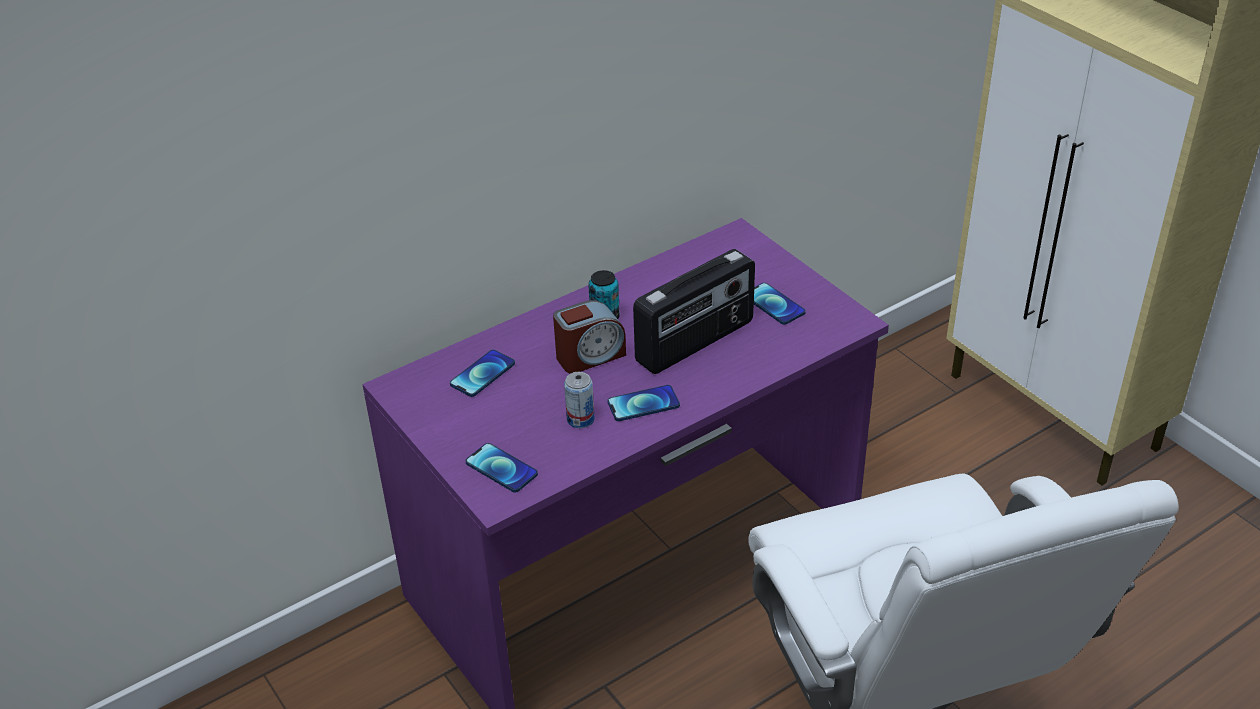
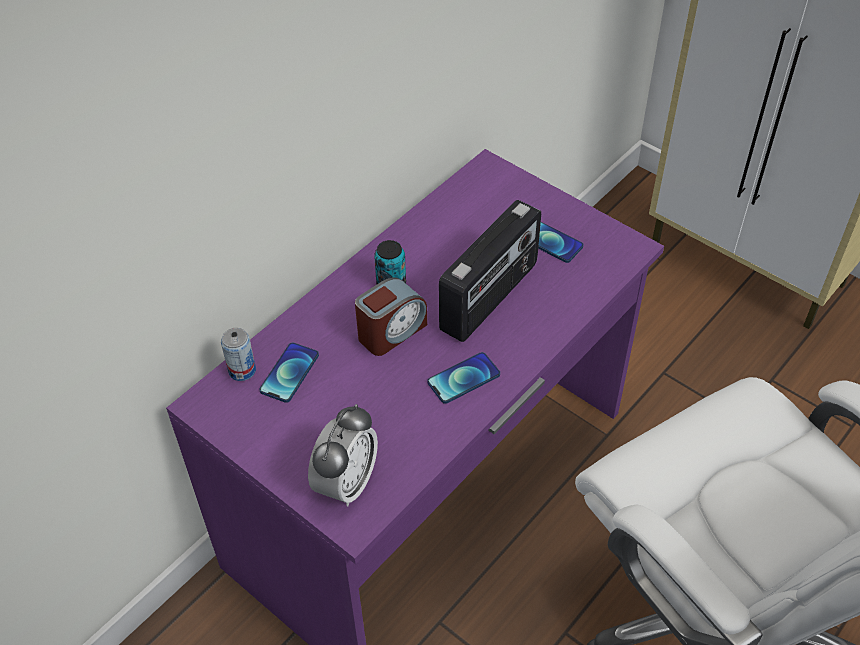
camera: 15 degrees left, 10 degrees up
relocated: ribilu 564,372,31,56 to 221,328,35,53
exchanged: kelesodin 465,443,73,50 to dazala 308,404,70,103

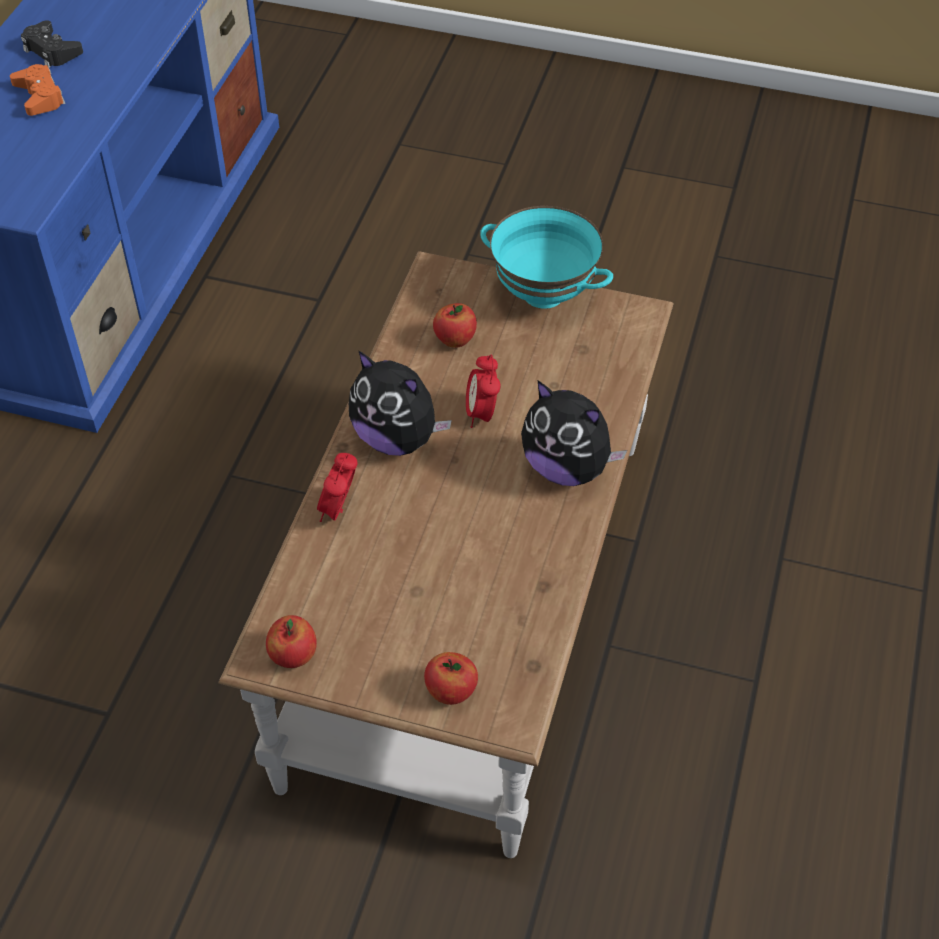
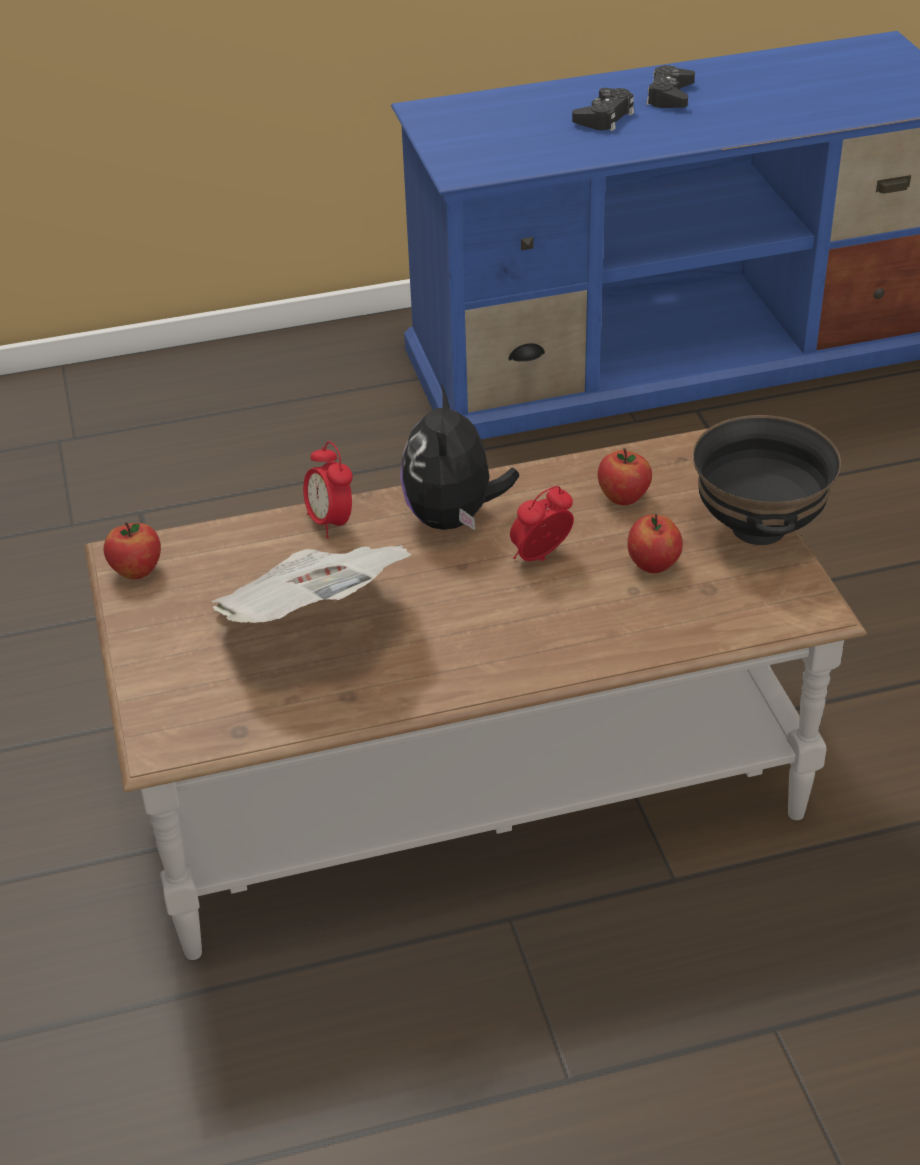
camera: 60 degrees right, 10 degrees down
missing: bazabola 521,381,106,105
appeared: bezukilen 211,545,200,78
relocated: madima 424,652,54,53 to 627,514,56,59
colour: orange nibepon 10,64,55,52 to black nibepon 572,88,62,43; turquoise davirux 480,206,133,103 to black davirux 693,415,148,130
spun: dazala 317,453,41,69 = 303,441,50,97 105 degrees counterclockwise

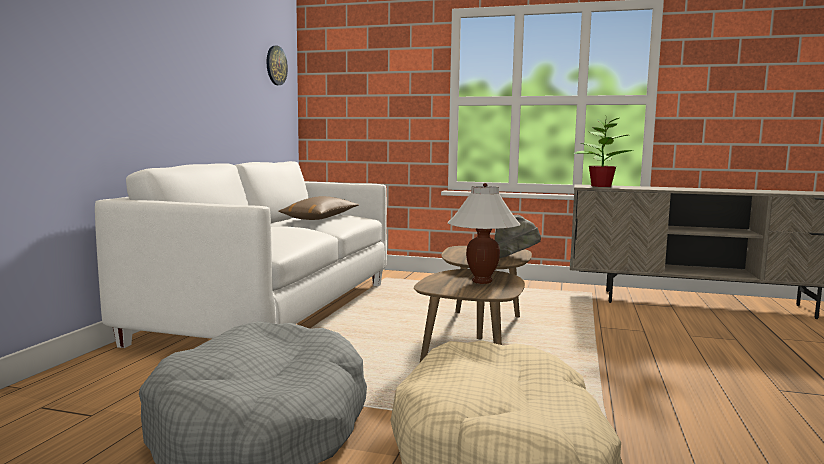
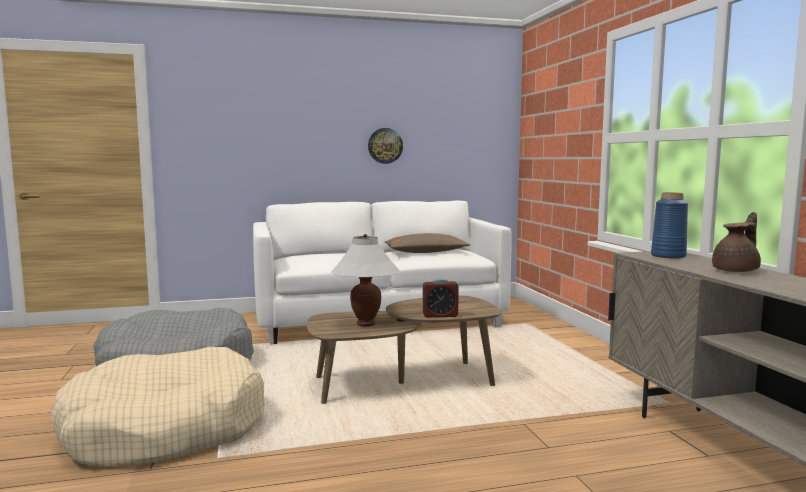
camera: 60 degrees right, 0 degrees up
appeared: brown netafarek 712,212,49,60
relocated: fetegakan 267,46,21,39 to 368,128,35,36
exchanged: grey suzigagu 494,215,47,43 to dazala 422,278,37,40; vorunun 573,118,61,69 to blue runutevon 651,192,37,67

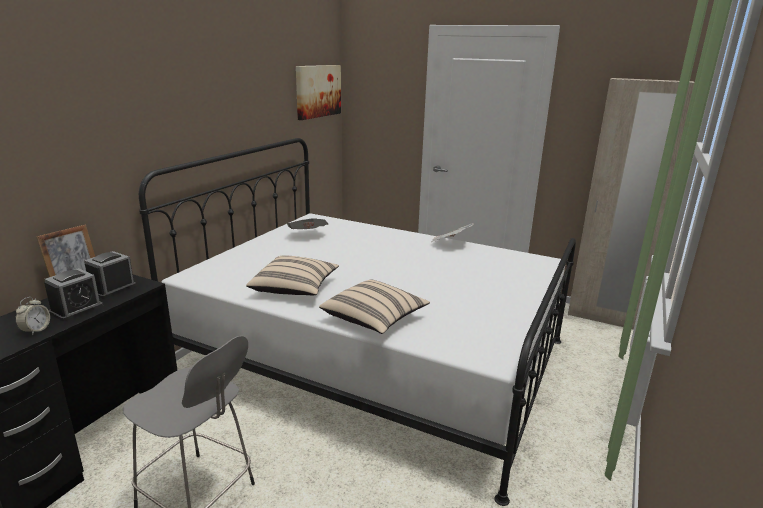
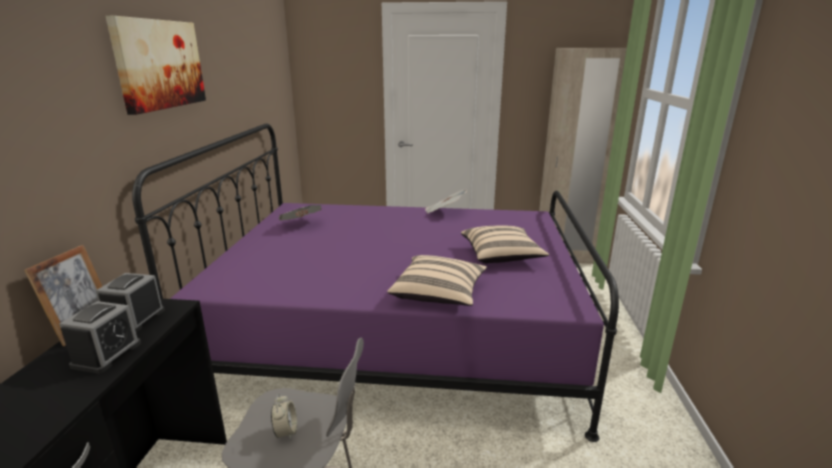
camera: 20 degrees left, 0 degrees up
relocated: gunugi 296,65,45,55 to 106,16,100,99; dazala 15,297,35,39 to 271,394,26,46; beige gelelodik 246,256,93,39 to 461,226,88,38
colour: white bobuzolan 139,138,437,368 to purple bobuzolan 132,124,487,318

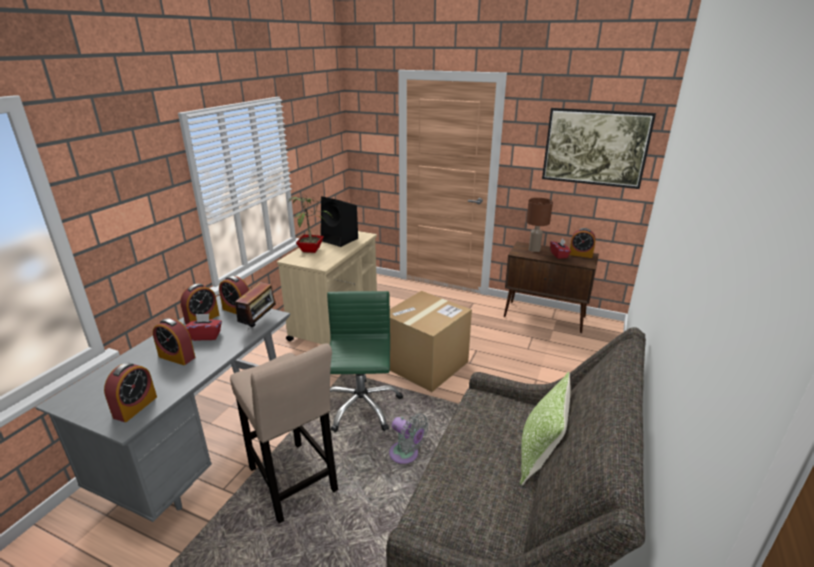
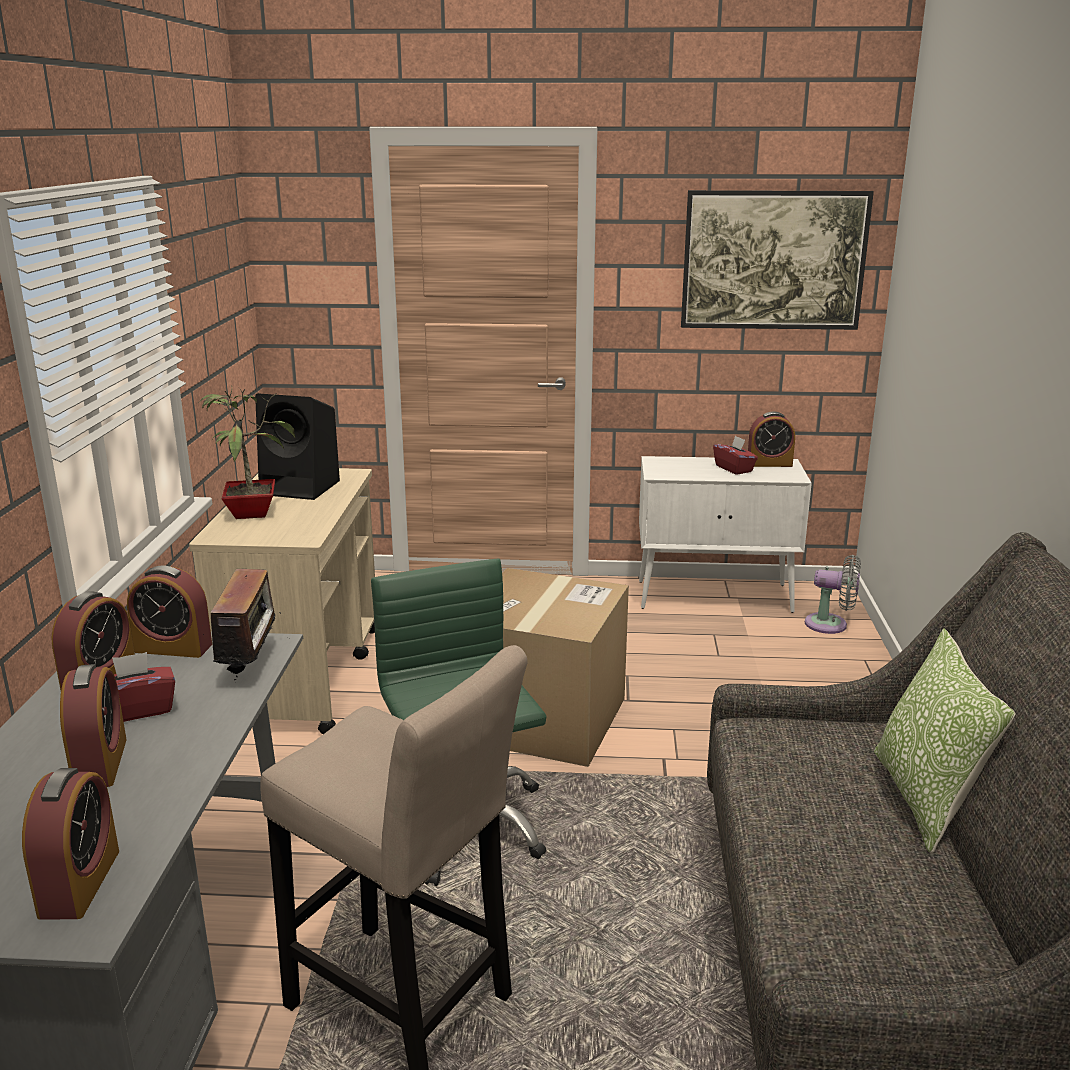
camera: 20 degrees left, 5 degrees down
missing: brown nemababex 526,198,27,54
relocated: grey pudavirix 389,413,40,51 to 805,555,56,79
colour: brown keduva 504,242,95,91 to white keduva 639,456,173,157
spun: dazala 153,318,42,47 = 60,664,67,123 105 degrees counterclockwise

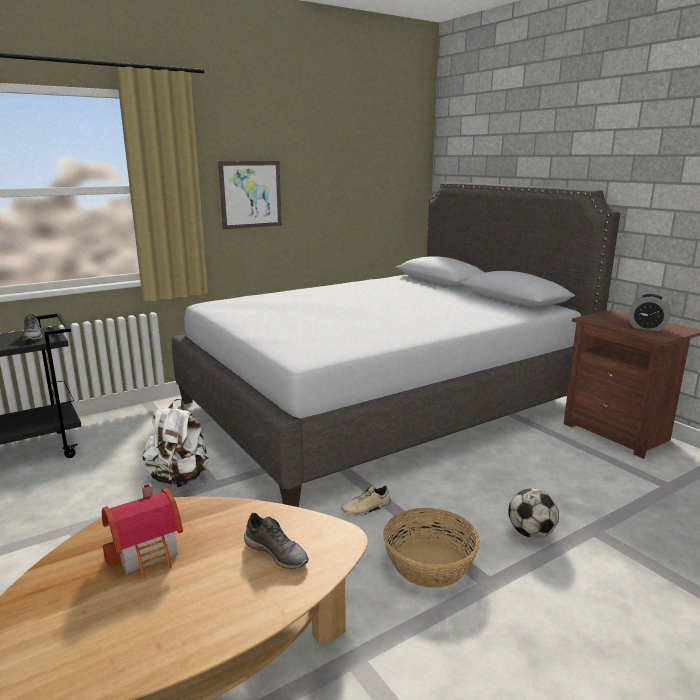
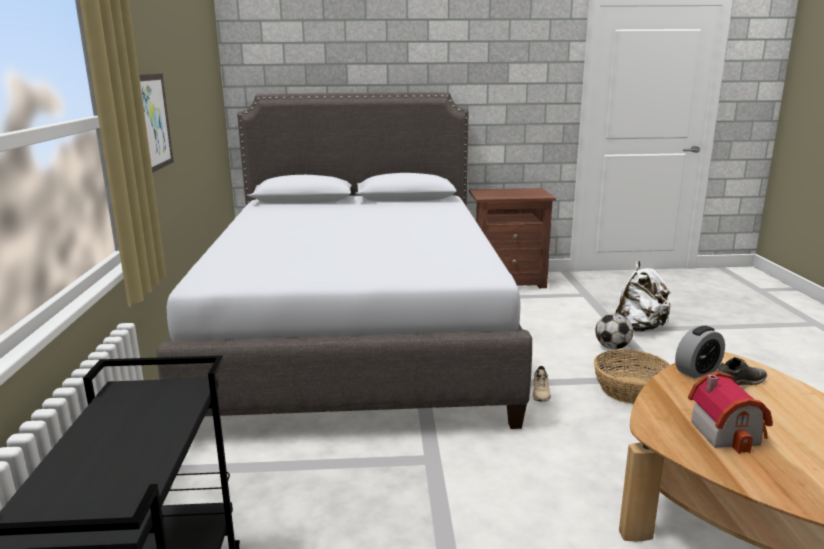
camera: 60 degrees left, 0 degrees up
missing: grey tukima 23,314,19,27
relocated: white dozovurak 143,398,66,89 to 616,261,55,70; dazala 628,294,43,37 to 675,326,50,53

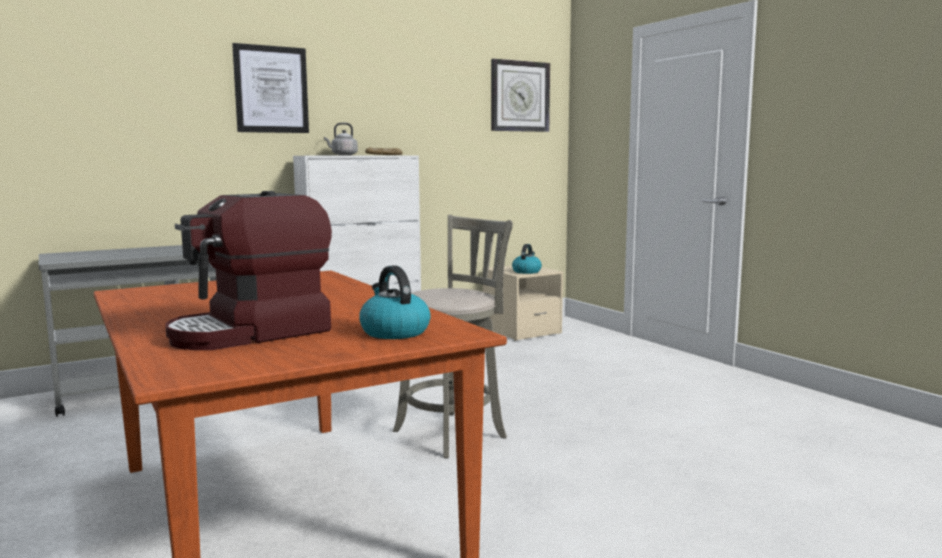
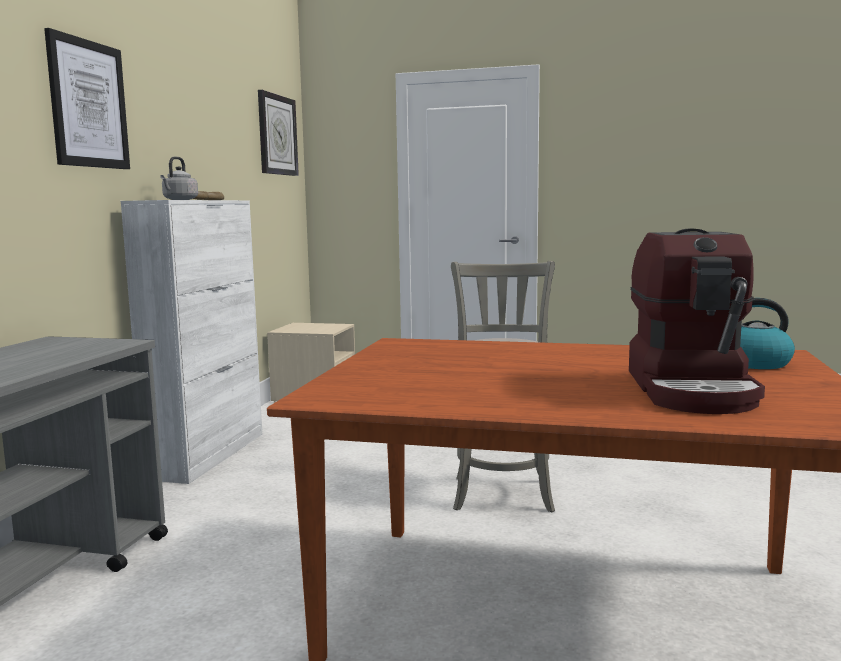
camera: 45 degrees left, 0 degrees up
missing: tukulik 512,244,30,30

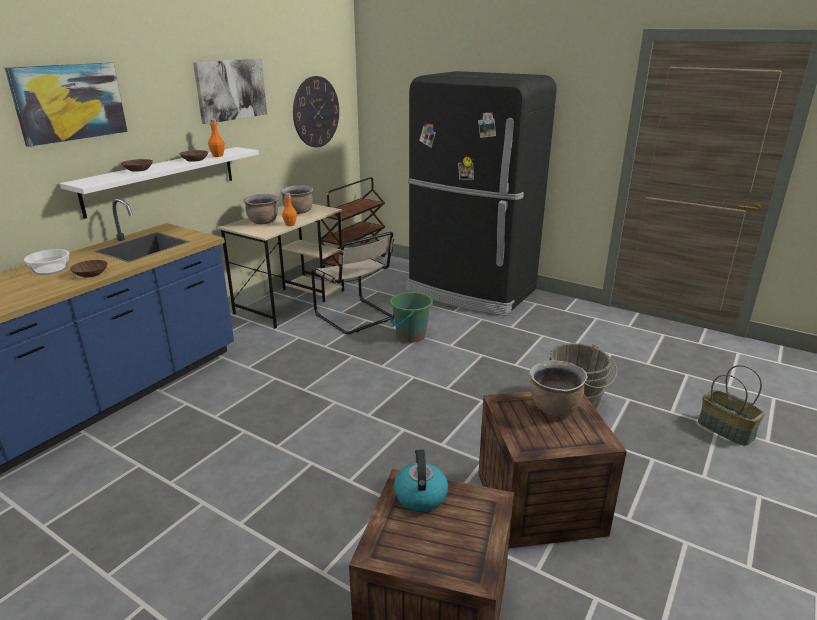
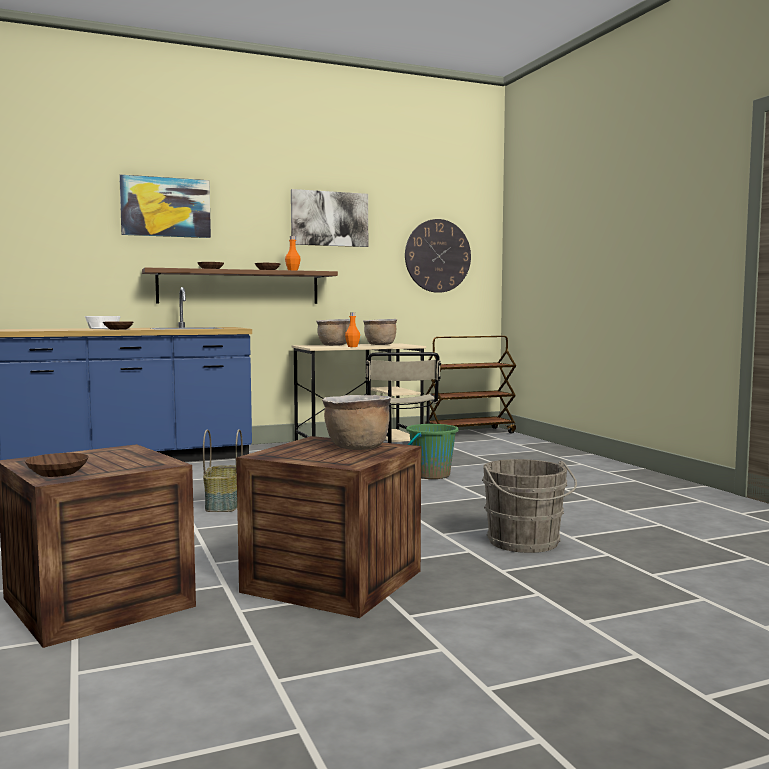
camera: 35 degrees right, 20 degrees down
missing: tukulik 394,449,54,63; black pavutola 405,71,152,245
appeared: brown davirux 25,453,64,24
relocated: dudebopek 698,365,67,81 to 203,429,40,83
colour: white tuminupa 60,147,199,72 to brown tuminupa 142,267,196,37

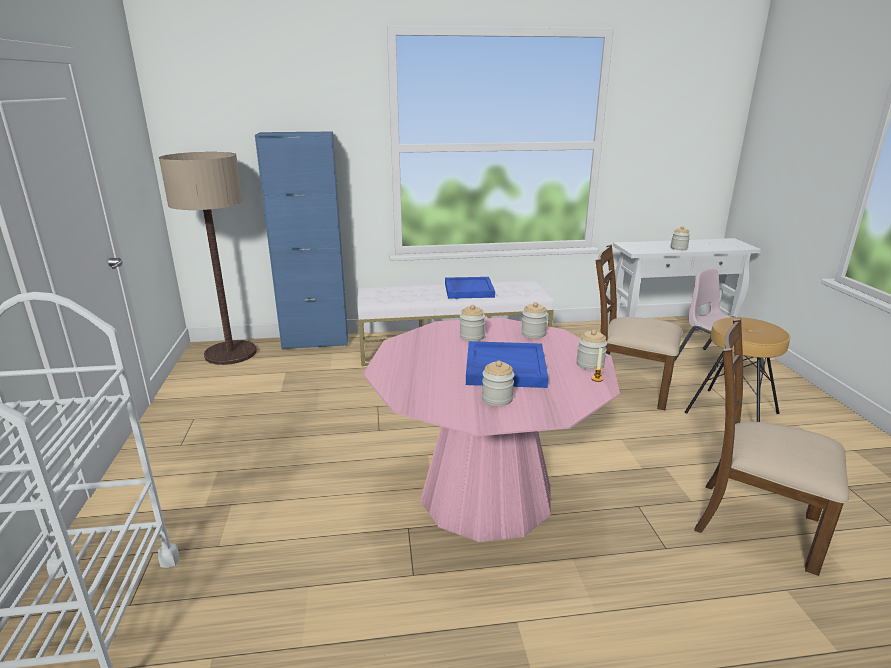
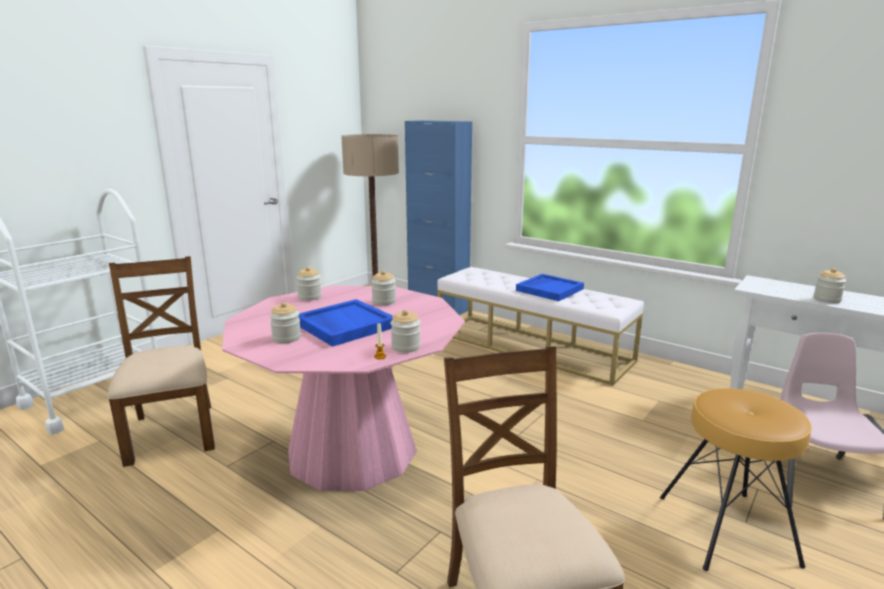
camera: 45 degrees right, 5 degrees down
relocated: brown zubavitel 596,244,86,166 to 107,256,108,211; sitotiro 521,302,27,37 to 296,267,26,34

